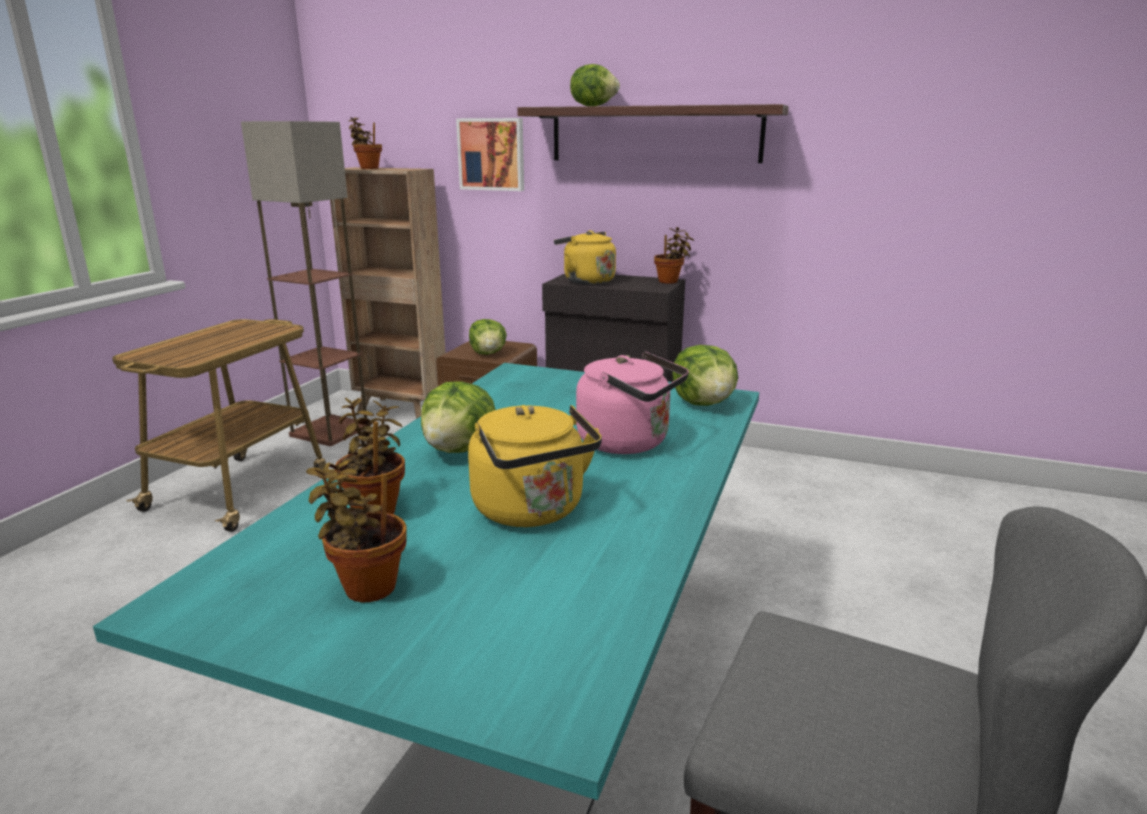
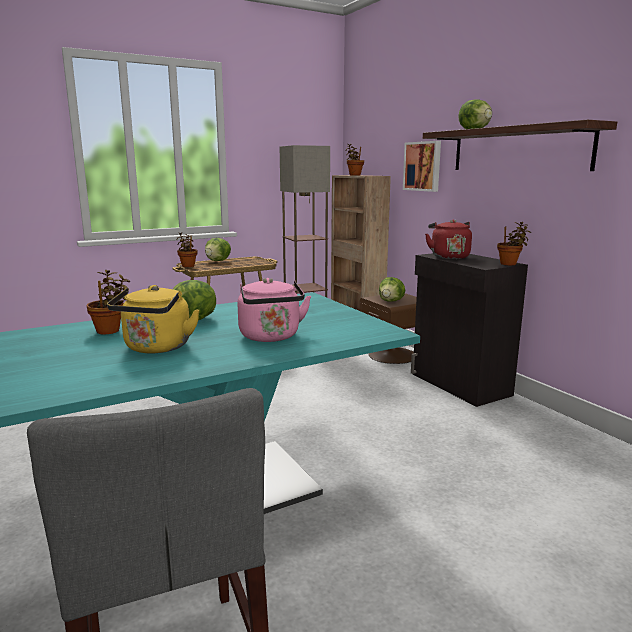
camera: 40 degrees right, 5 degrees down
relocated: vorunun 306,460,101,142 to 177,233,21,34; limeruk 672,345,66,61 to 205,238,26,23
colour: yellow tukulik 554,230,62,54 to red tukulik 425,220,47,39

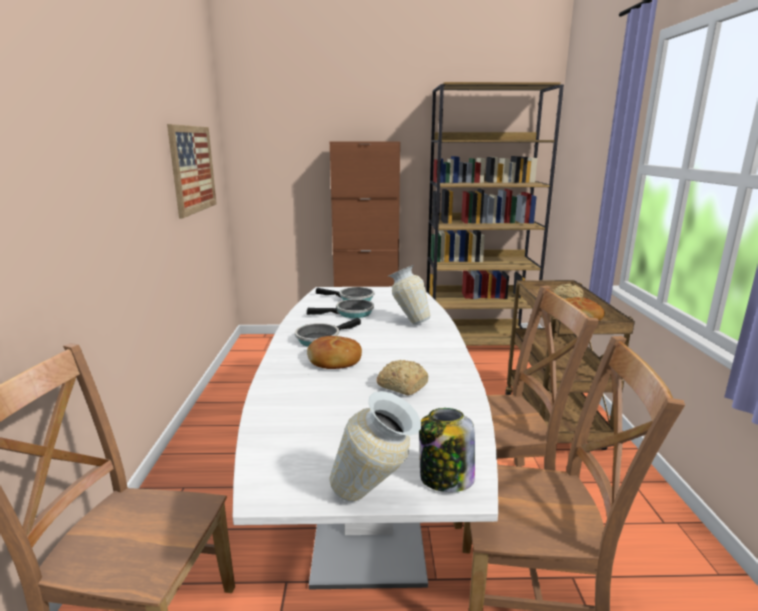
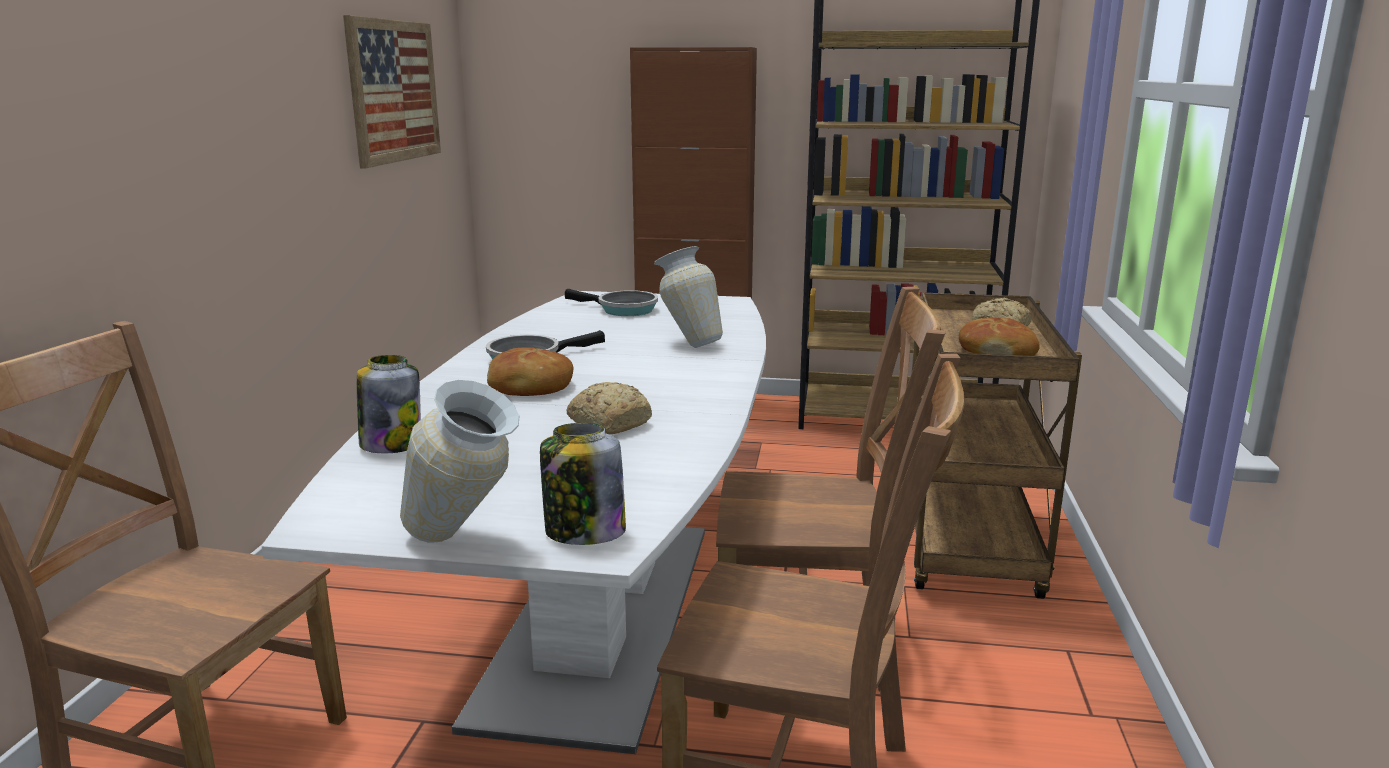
camera: 10 degrees right, 0 degrees up
missing: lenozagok 306,299,68,19
appeared: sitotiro 357,355,64,98

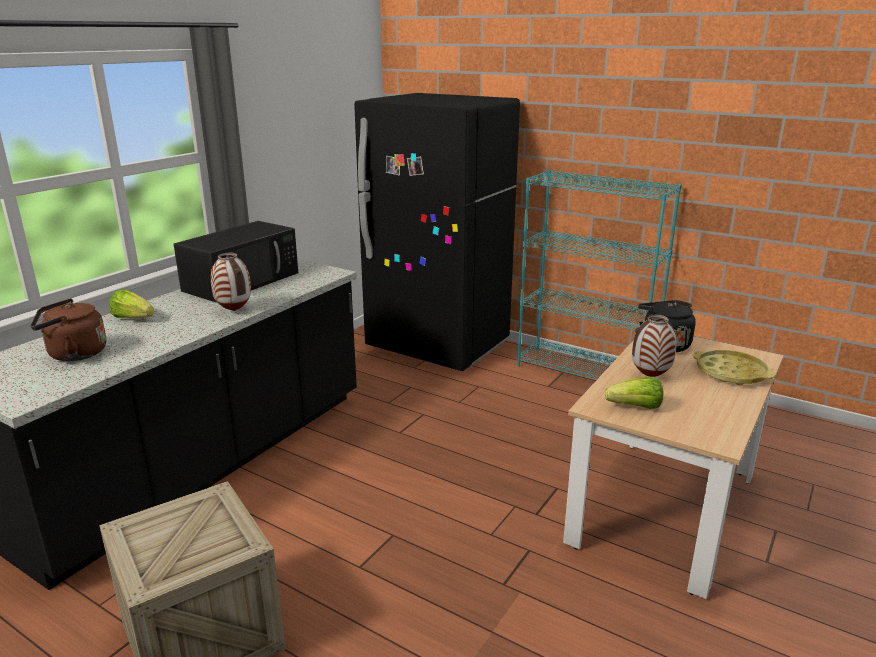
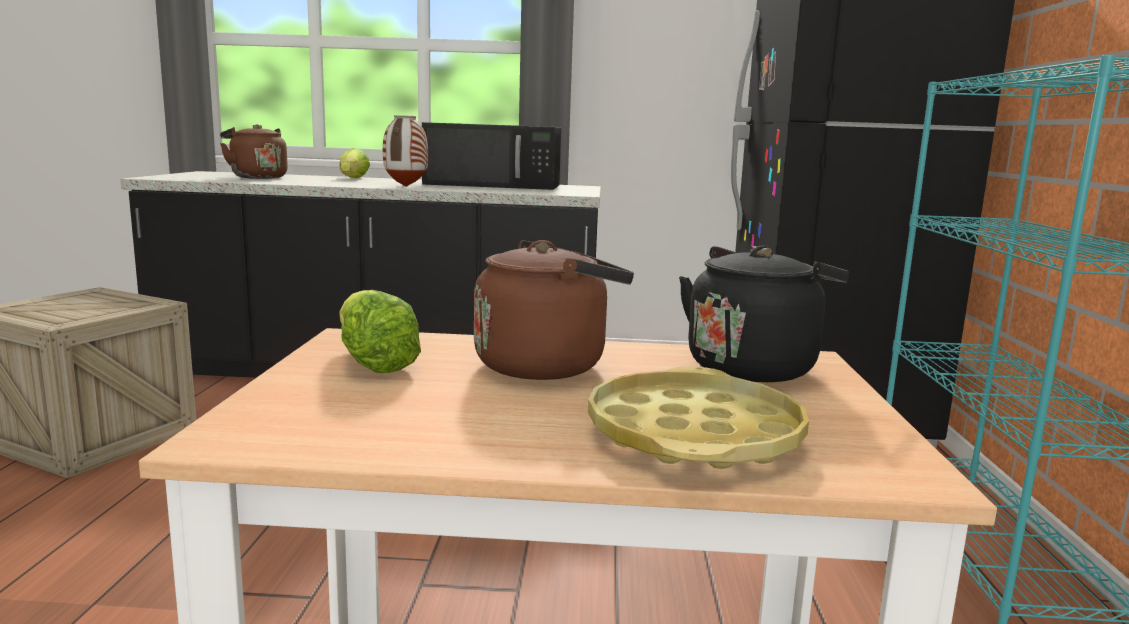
camera: 60 degrees right, 10 degrees down
exchanged: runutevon 632,315,46,62 to brown tukulik 474,240,160,140

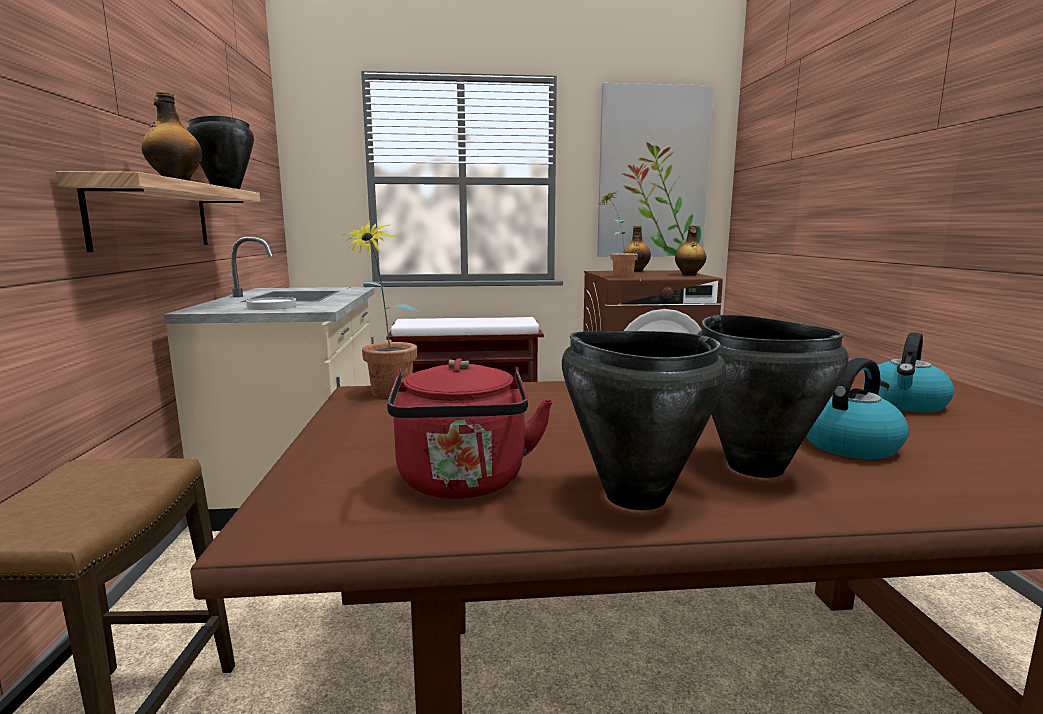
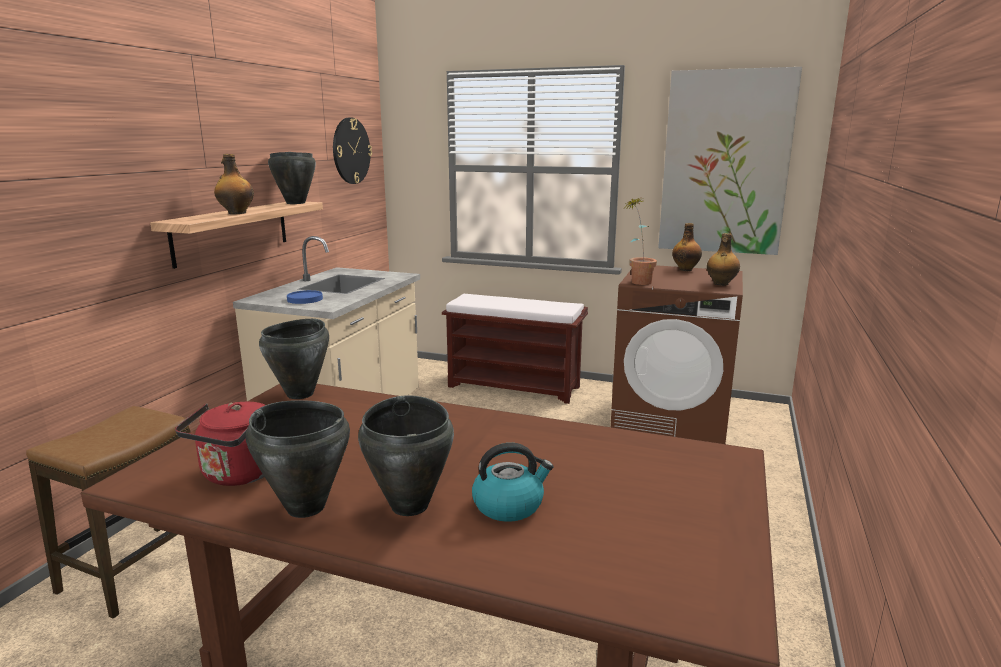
camera: 25 degrees right, 5 degrees up
missing: tukulik 864,332,90,80
appeared: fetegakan 333,117,39,67
exchanged: vorunun 344,220,76,178 to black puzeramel 259,319,70,80
colour: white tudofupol 246,297,50,13 to blue tudofupol 287,290,36,14

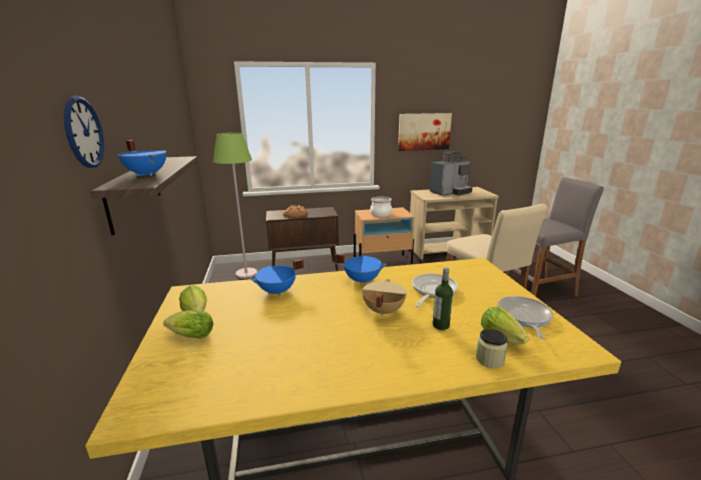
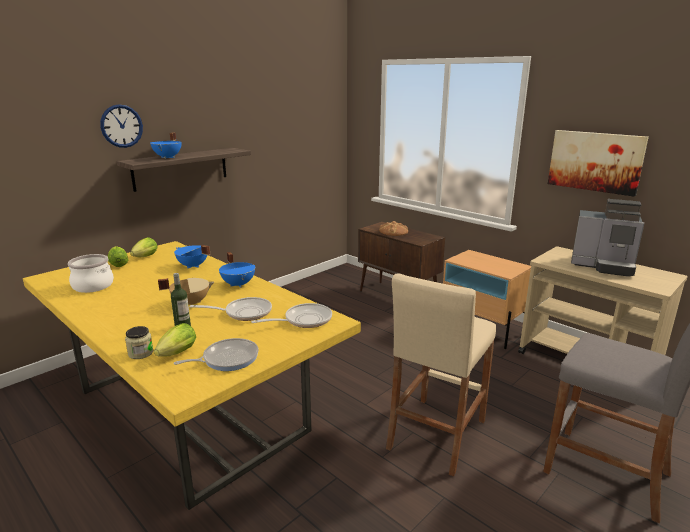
camera: 55 degrees right, 0 degrees up
missing: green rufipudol 213,132,44,147
appeared: lenozagok 251,303,81,25
relocated: puzeramel 370,197,22,20 to 68,254,46,39

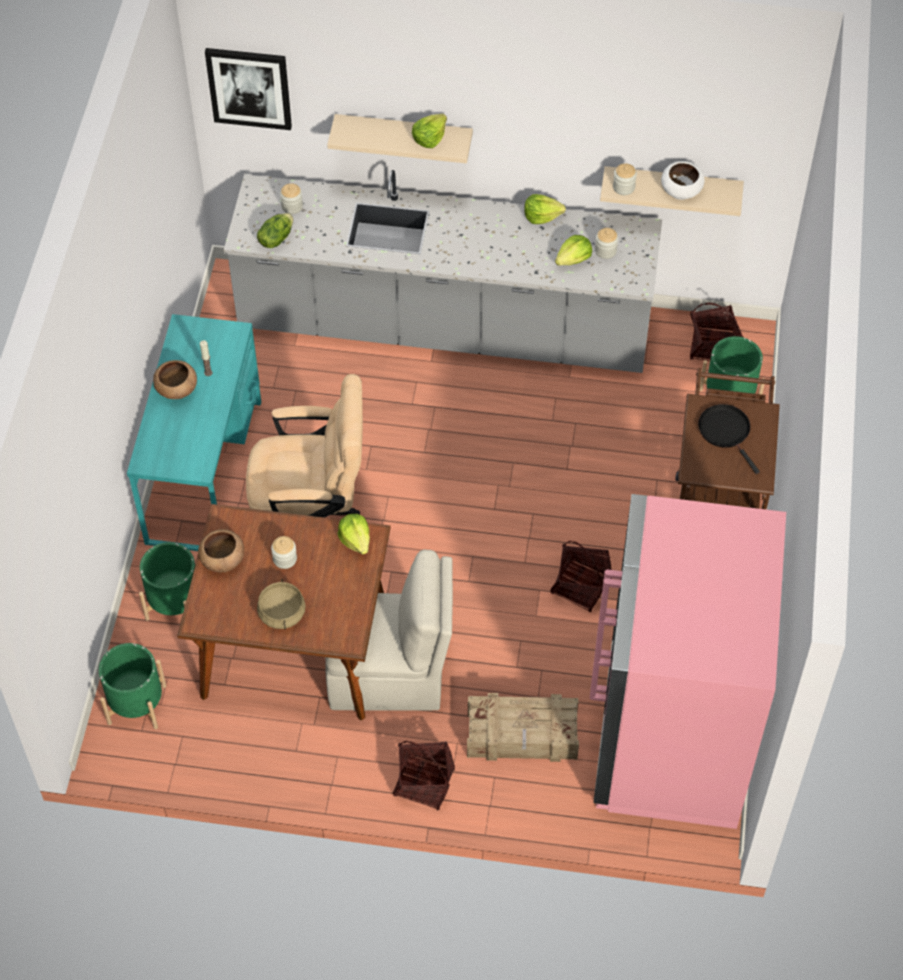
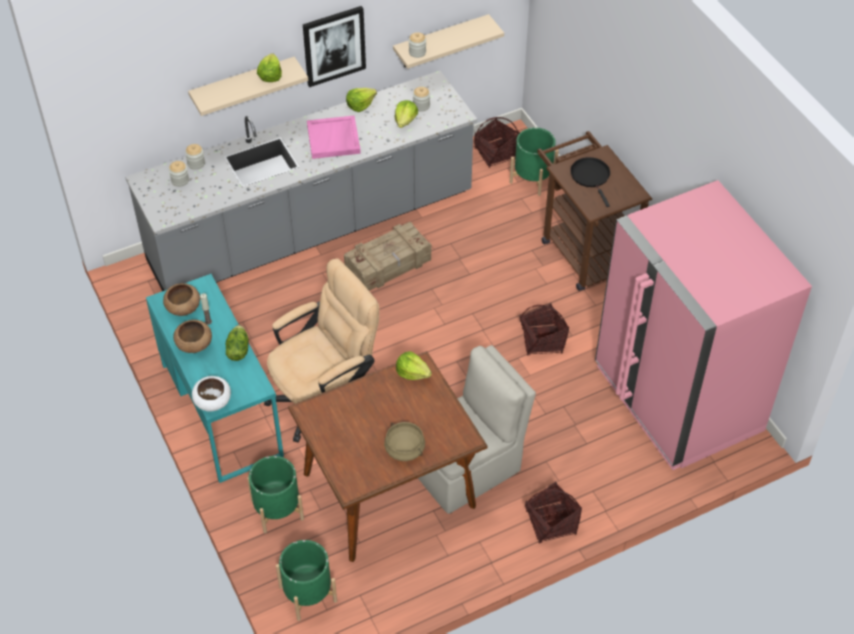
camera: 35 degrees left, 5 degrees down
appeared: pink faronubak 307,116,54,43
relocated: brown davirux 198,529,46,43 to 163,283,37,33; sitotiro 271,536,26,33 to 185,144,20,26; white davirux 661,161,44,39 to 192,376,39,36; limeruk 257,213,36,35 to 226,325,23,36; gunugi 205,48,87,82 to 303,6,63,81; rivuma 467,693,112,69 to 344,222,87,69
spun: black lenozagok 698,404,62,70 = 570,157,40,50 45 degrees clockwise

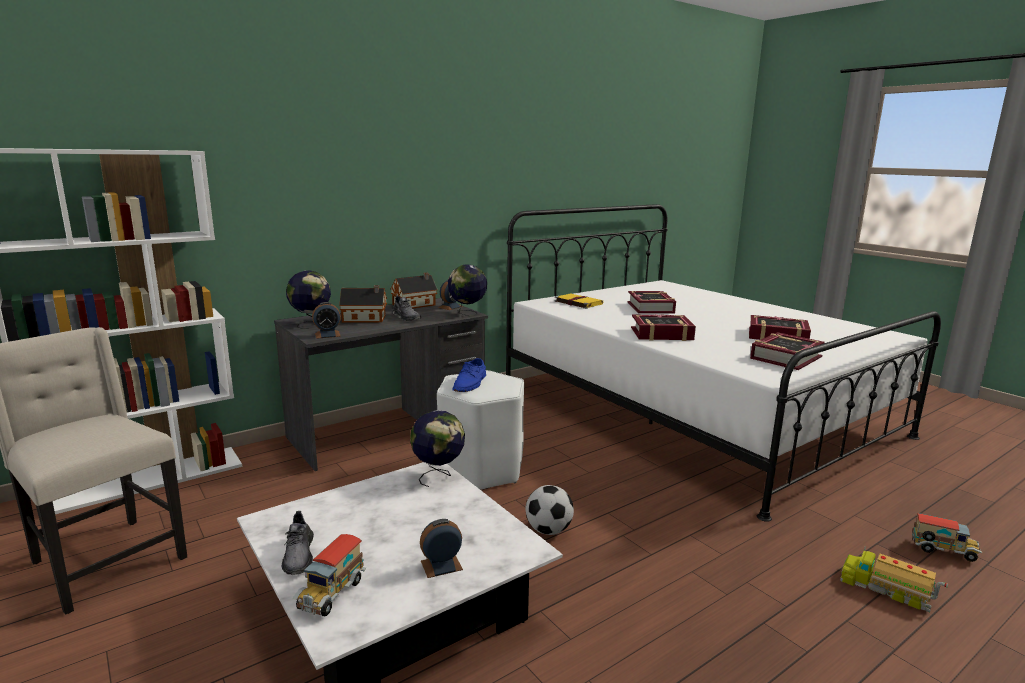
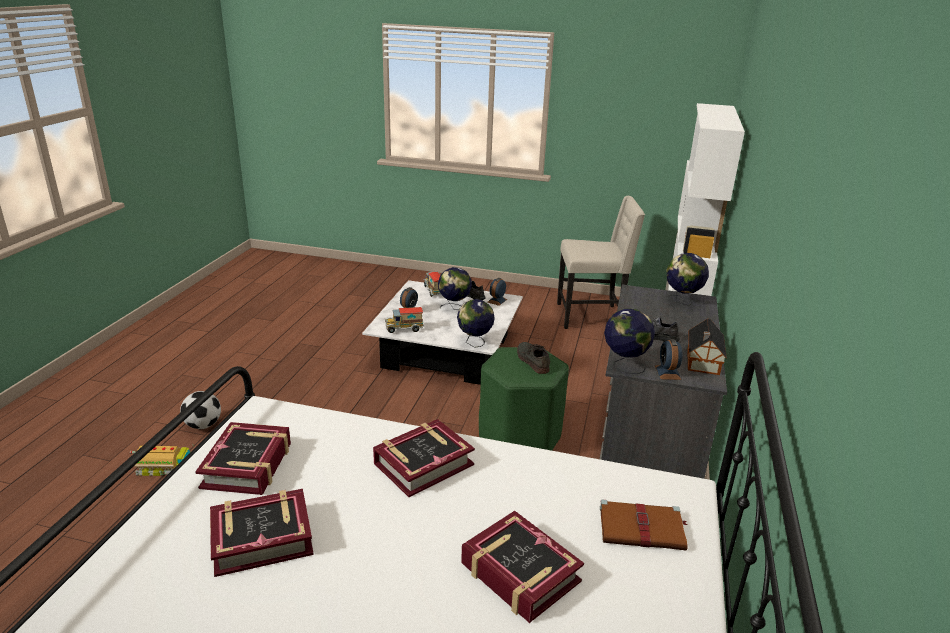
camera: 140 degrees right, 10 degrees up
missing: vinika 339,285,48,37
appeared: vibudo 438,267,34,43
relocated: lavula 526,485,48,50 to 180,391,41,38; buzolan 912,513,70,49 to 385,307,38,26; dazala 312,302,29,37 to 488,278,19,28
colour: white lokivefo 437,370,87,120 to green lokivefo 479,347,90,104; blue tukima 453,358,33,34 to grey tukima 517,342,33,32; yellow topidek 554,293,49,16 to brown topidek 600,499,88,52

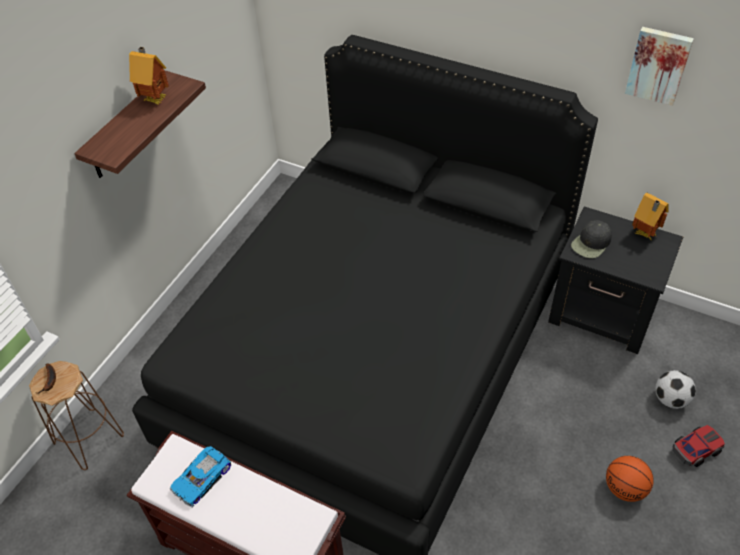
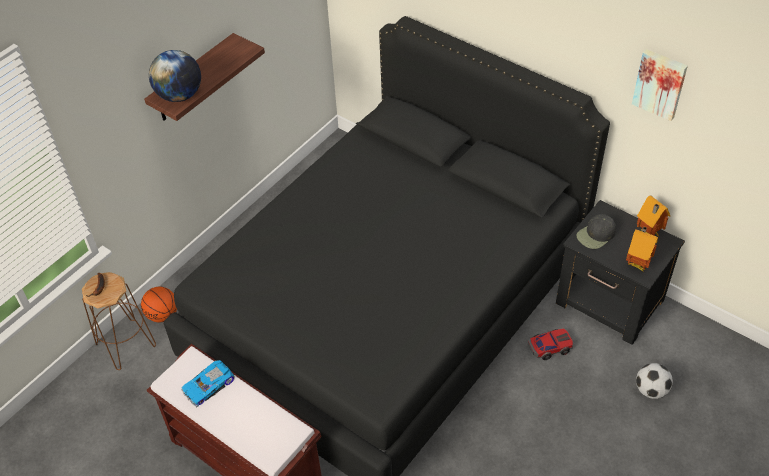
camera: 10 degrees right, 0 degrees up
appeared: vibudo 149,50,52,52
relocated: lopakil 606,456,48,46 to 141,287,36,36; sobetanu 673,425,52,42 to 528,328,45,32; vinika 129,47,40,58 to 626,226,32,45

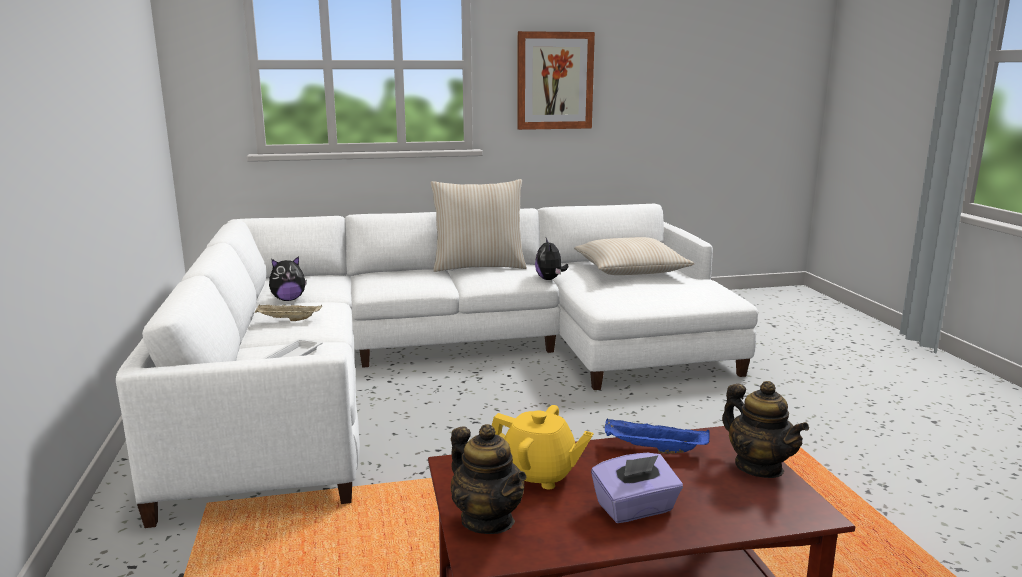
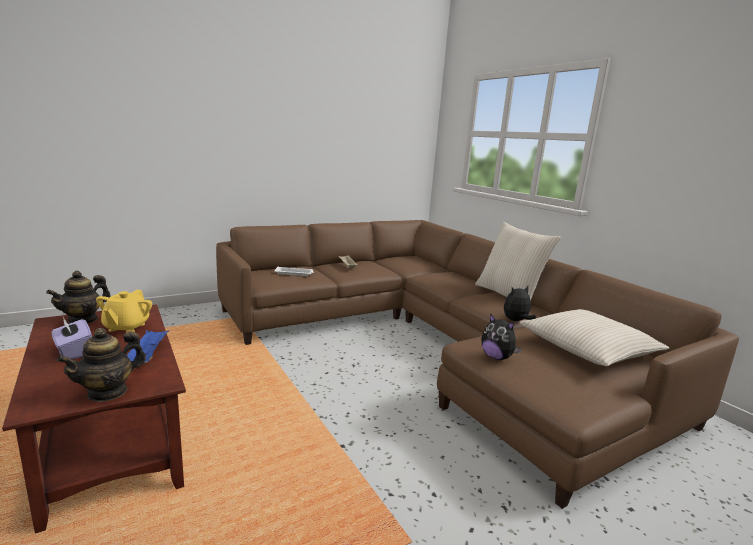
camera: 70 degrees right, 0 degrees up
missing: gunugi 517,31,78,99
relocated: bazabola 269,256,38,45 to 481,313,41,47
colour: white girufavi 116,204,642,324 to brown girufavi 216,220,523,289

